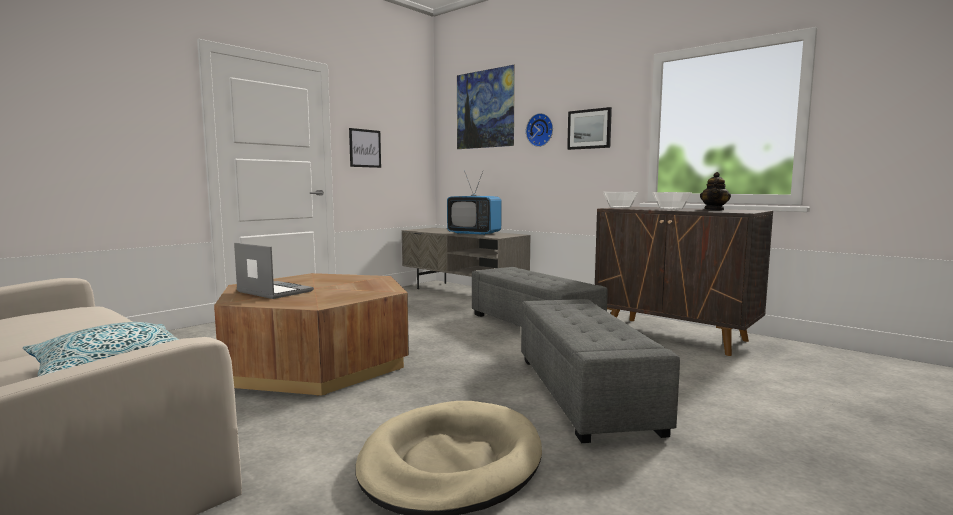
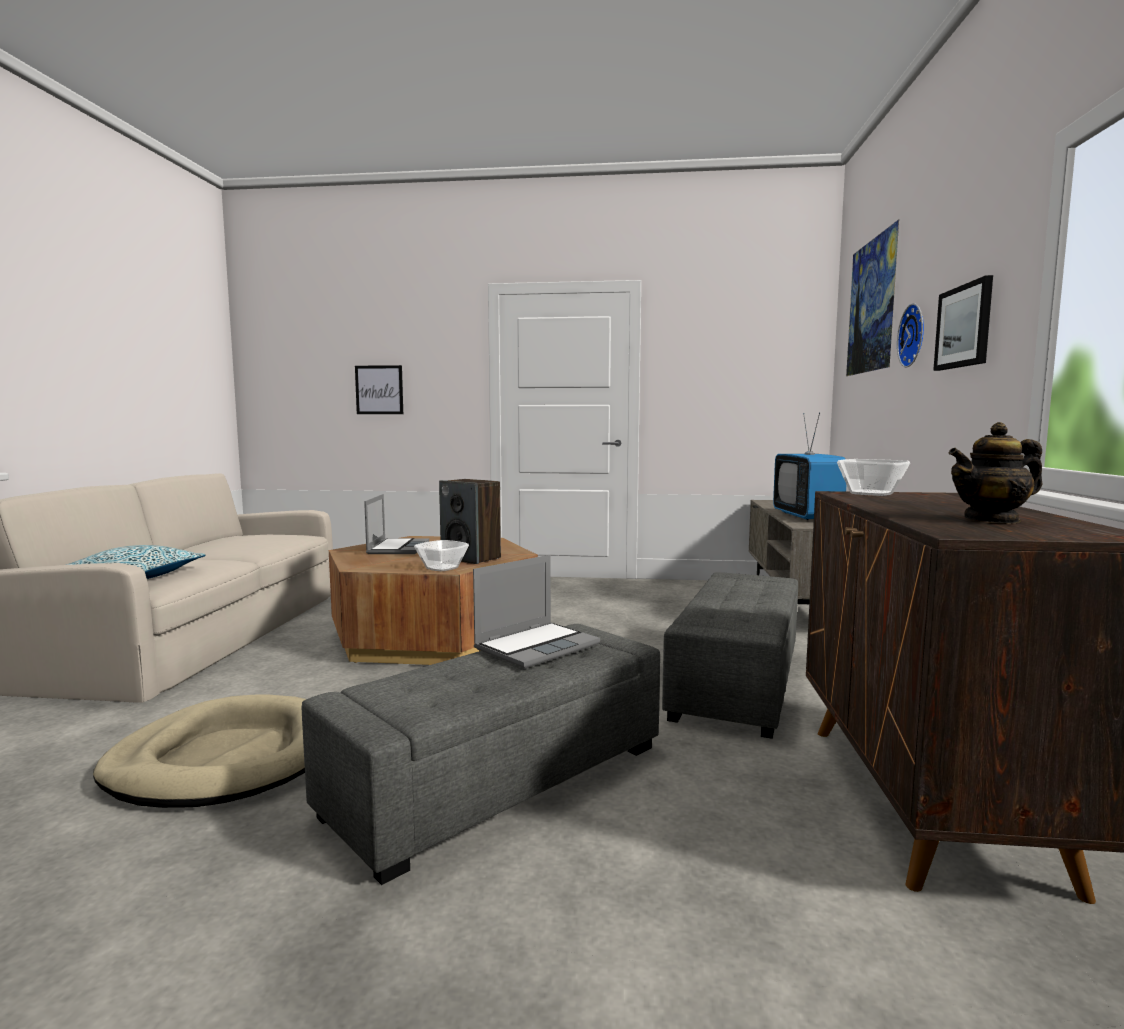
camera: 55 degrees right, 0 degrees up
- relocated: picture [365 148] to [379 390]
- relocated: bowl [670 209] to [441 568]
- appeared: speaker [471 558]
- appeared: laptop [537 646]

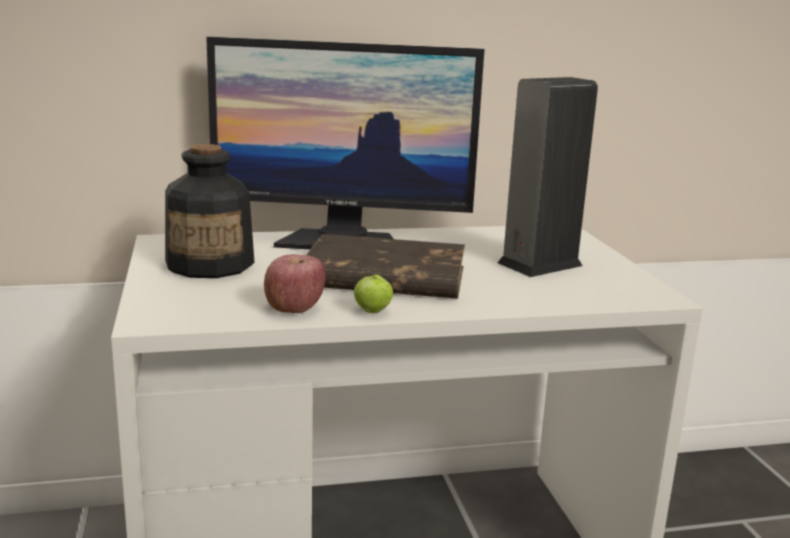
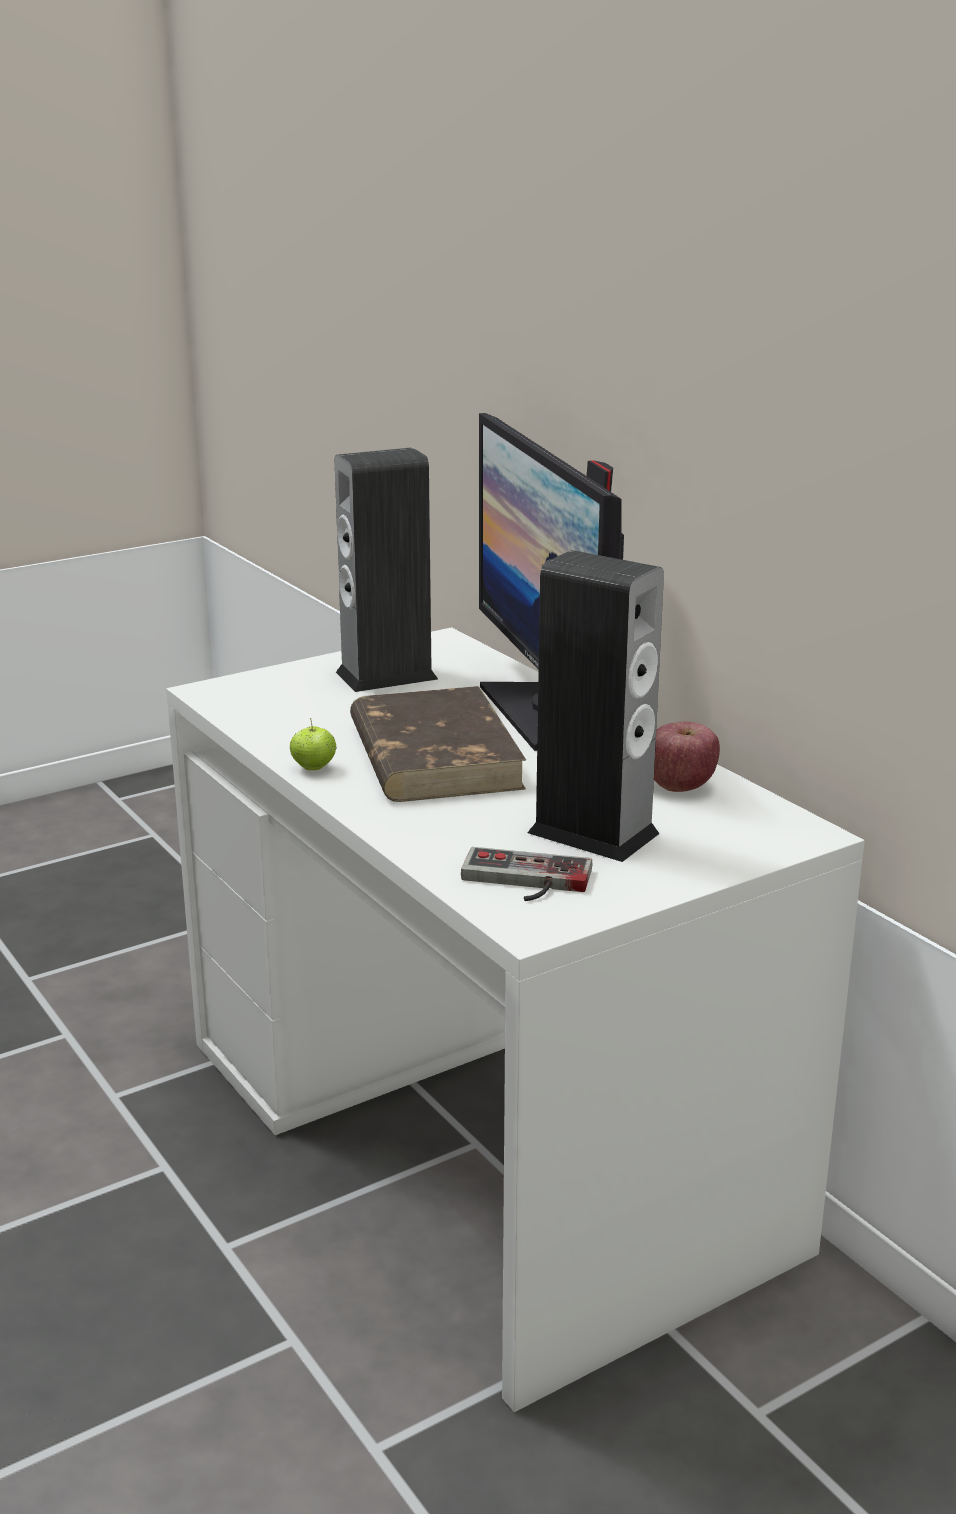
camera: 70 degrees right, 5 degrees up
- exchanged: bottle [211 264] to speaker [386 675]
- relocated: apple [294 308] to [680 786]
- appeared: game controller [524 881]

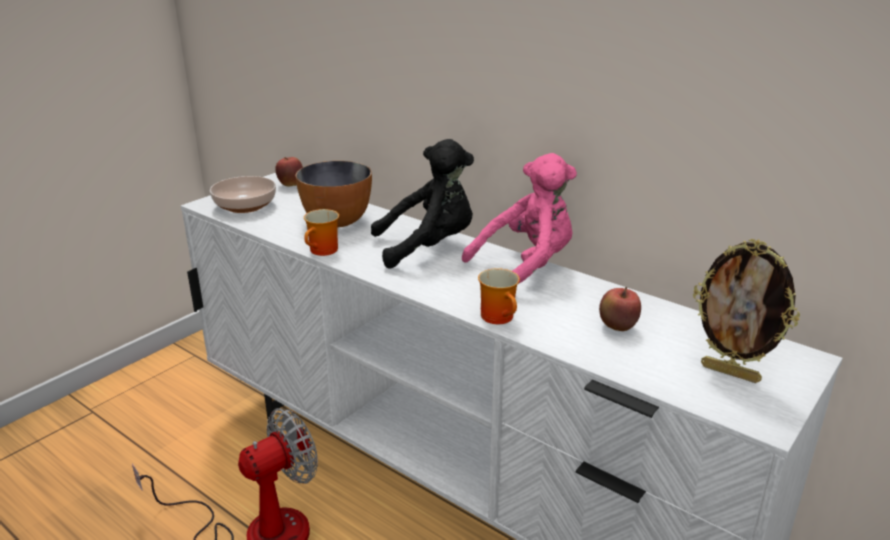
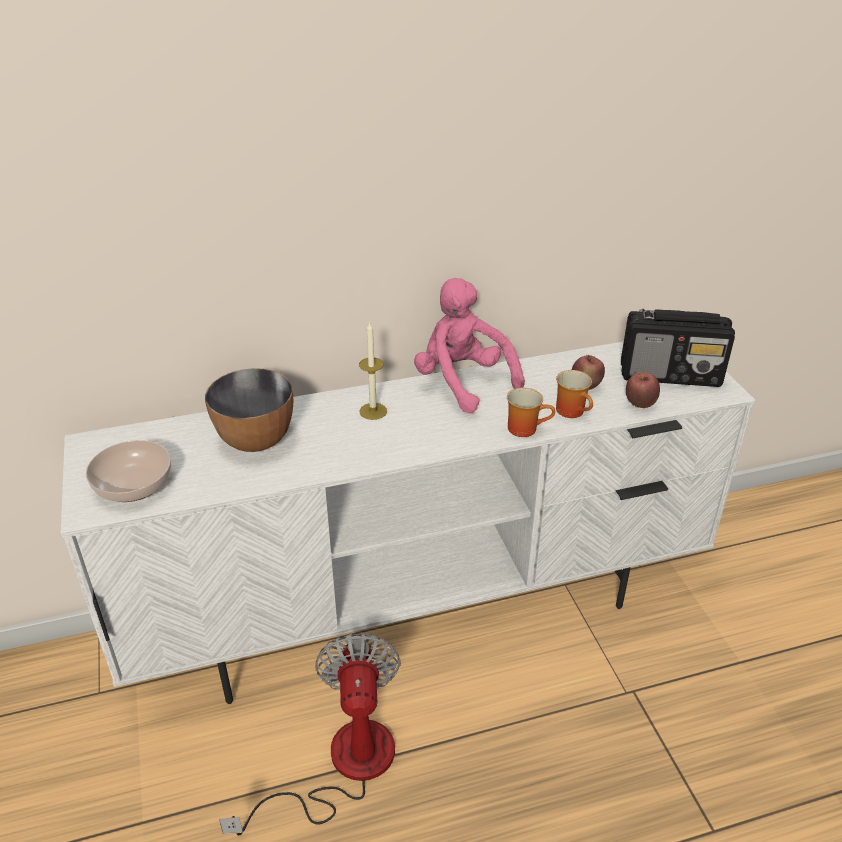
camera: 55 degrees left, 10 degrees up
- exchanged: black plush toy [429 247] to candle [373 411]
- spun: pink plush toy [526 268] = [463 382] 45 degrees counterclockwise
- relocated: apple [291 185] to [640 404]
- relocated: mug [324 251] to [574 411]
- exchanged: picture frame [730 373] to radio [671 375]

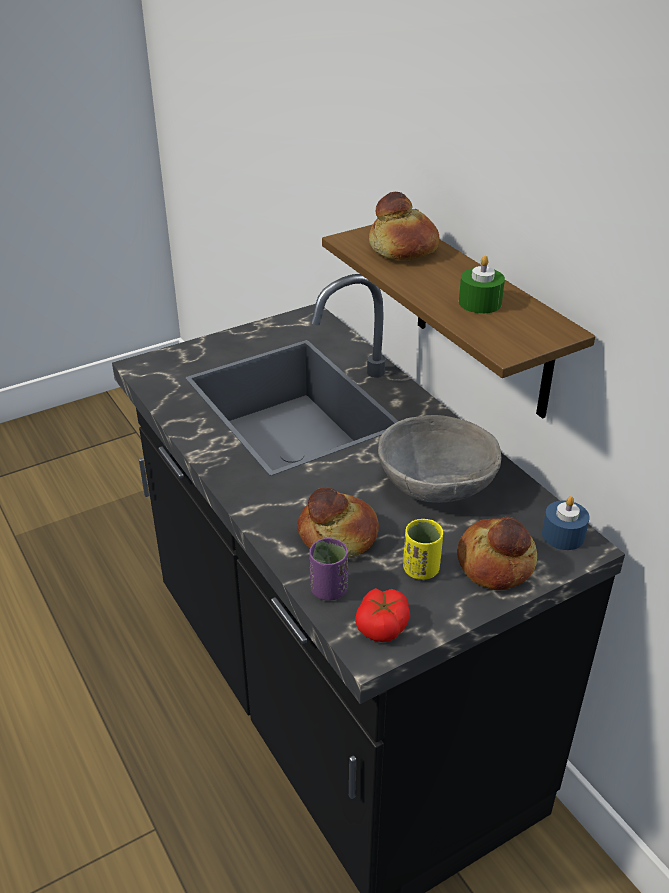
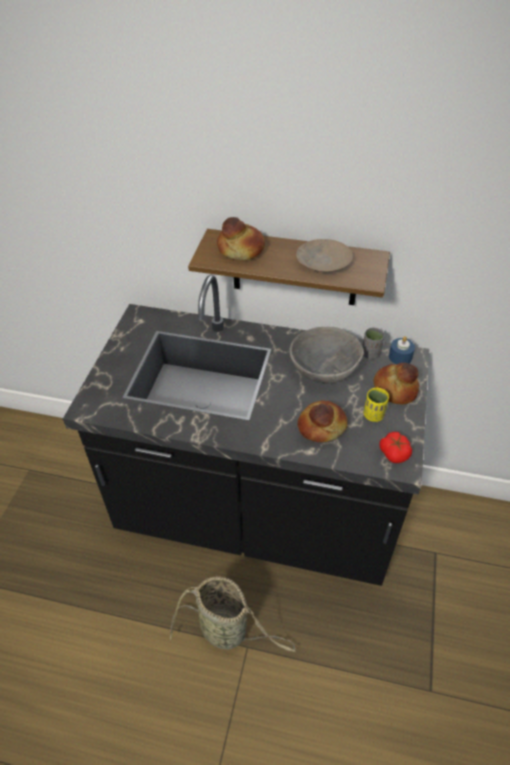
camera: 45 degrees left, 10 degrees up
- exchanged: green candle [480 302] to beige plate [323 261]
- missing: purple cup [328 590]
- appeared: grey cup [370 354]
- appeared: basket [227 630]

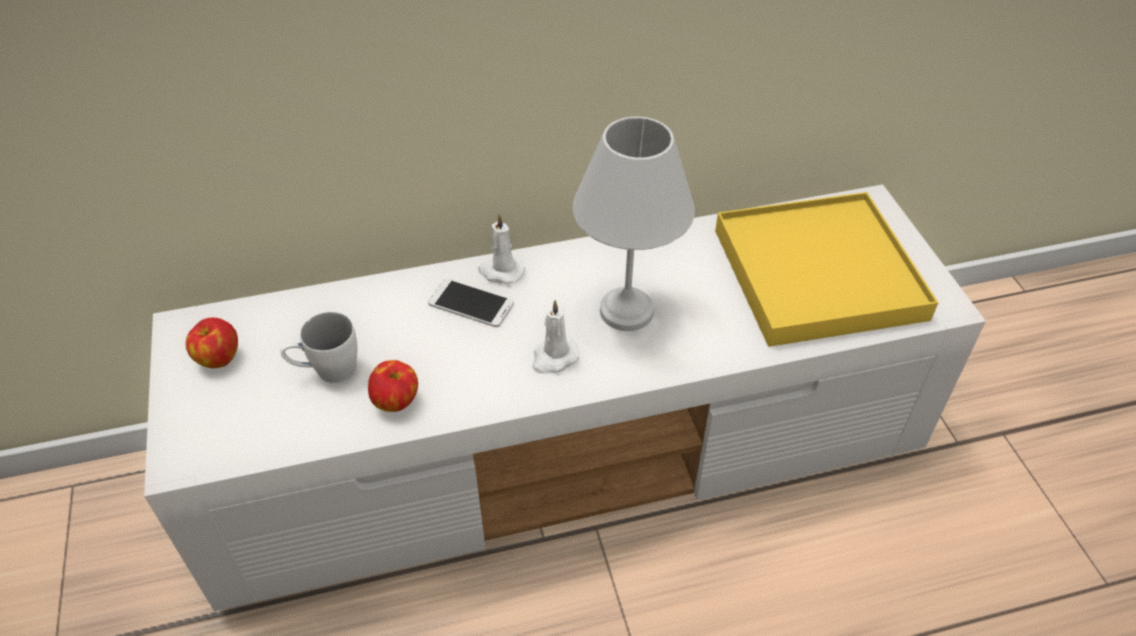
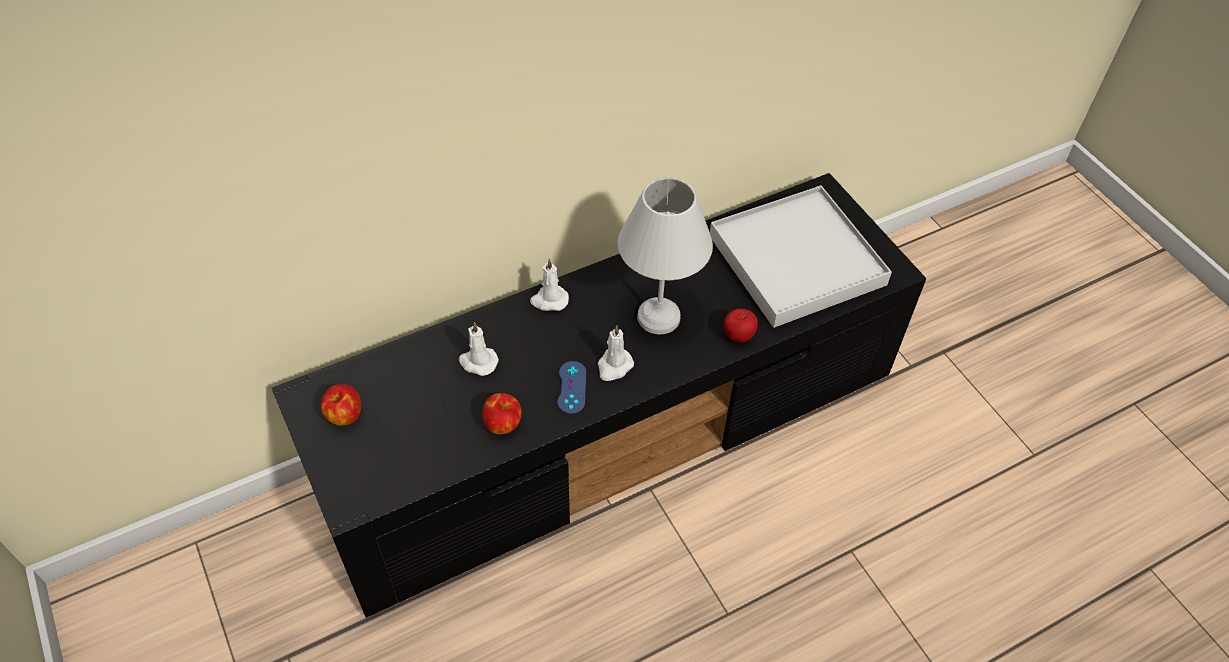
camera: 15 degrees left, 5 degrees up
- colour: white tv stand [571 449] to black tv stand [613 428]
- colour: yellow tray [818 273] to white tray [796 260]
- missing: phone [471 303]
- missing: white mug [326 371]
- appeared: apple [738 336]
- appeared: white candle [478 362]
- appeared: blue game controller [572 387]

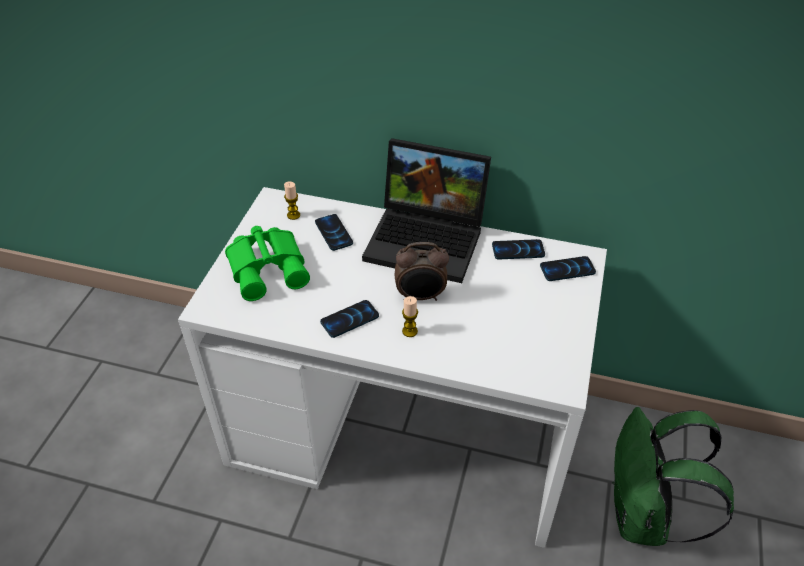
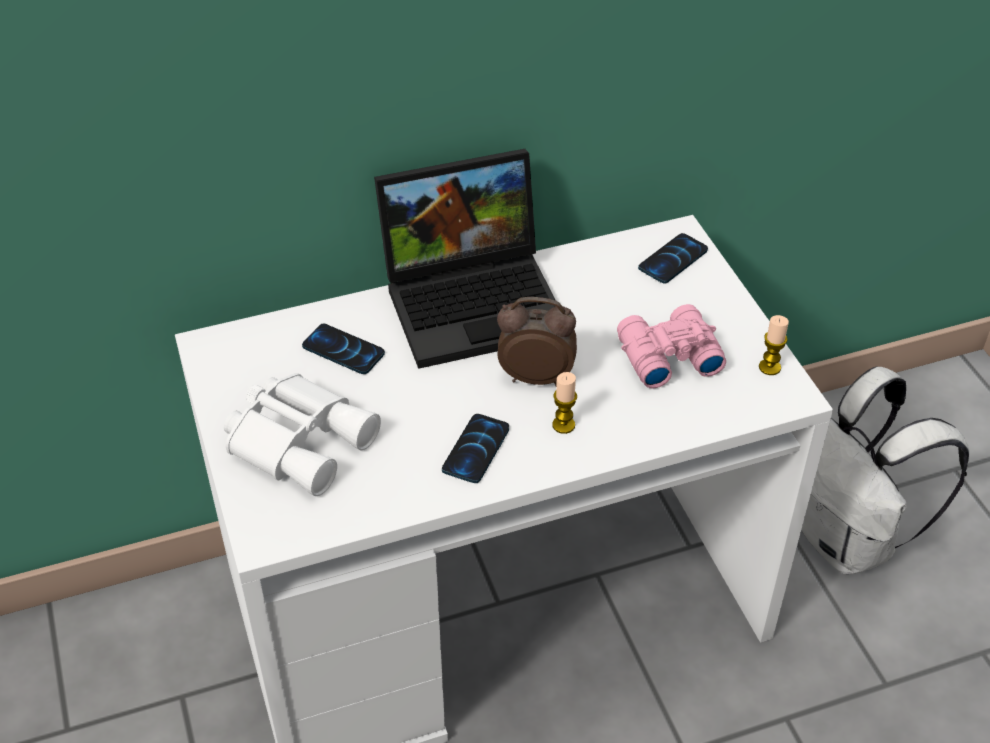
camera: 35 degrees left, 0 degrees up
- relocated: candle [293 215] to [769 367]
- colour: green binoculars [269 267] to white binoculars [300 439]
- missing: phone [518 250]
- spun: alarm clock [420 296] = [536 376] 135 degrees counterclockwise
- colour: green backpack [643 517] to white backpack [846 539]
- appeared: pink binoculars [666 356]

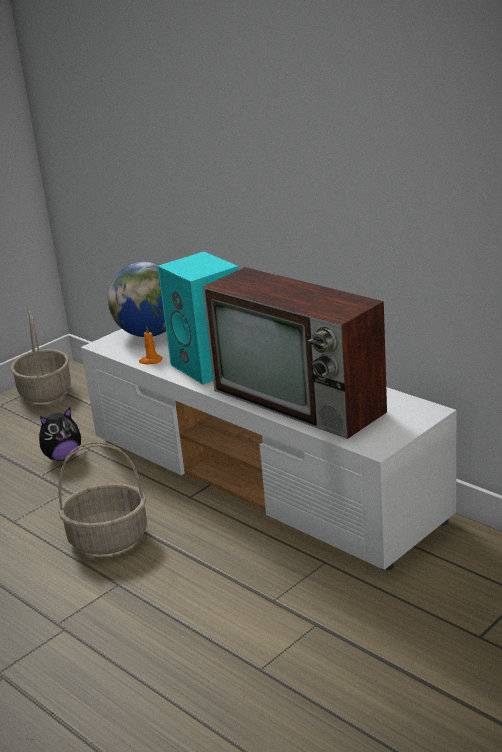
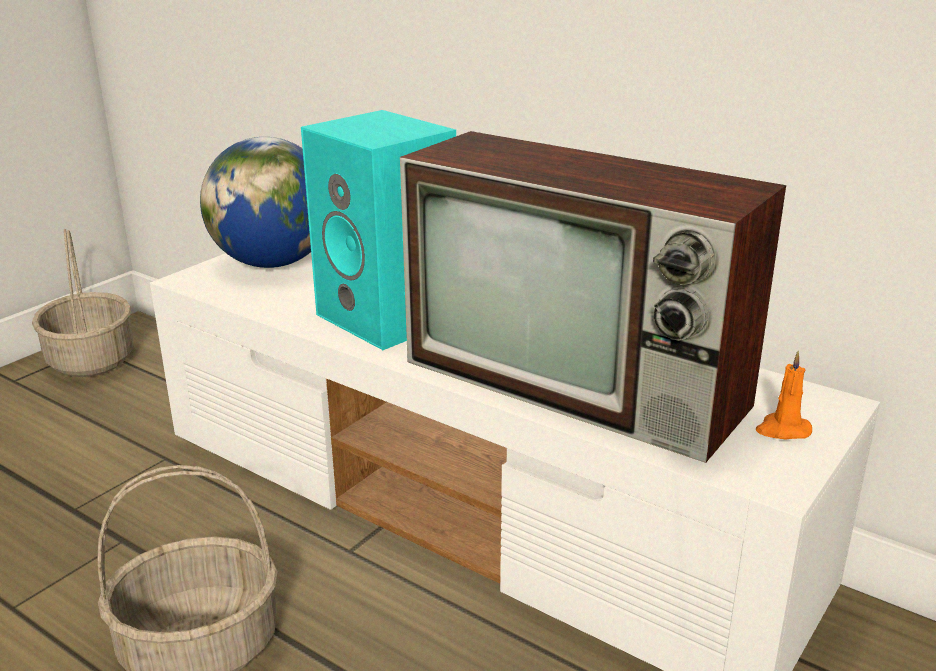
camera: 10 degrees left, 0 degrees up
- relocated: orange candle [150 361] to [782 430]
- missing: plush toy [62 456]

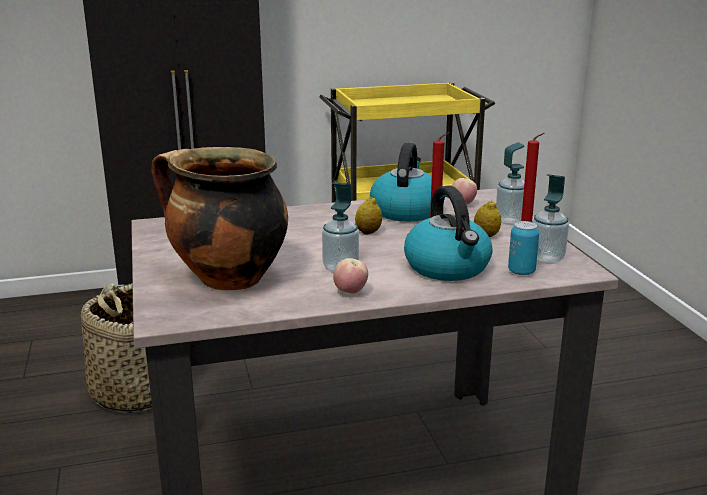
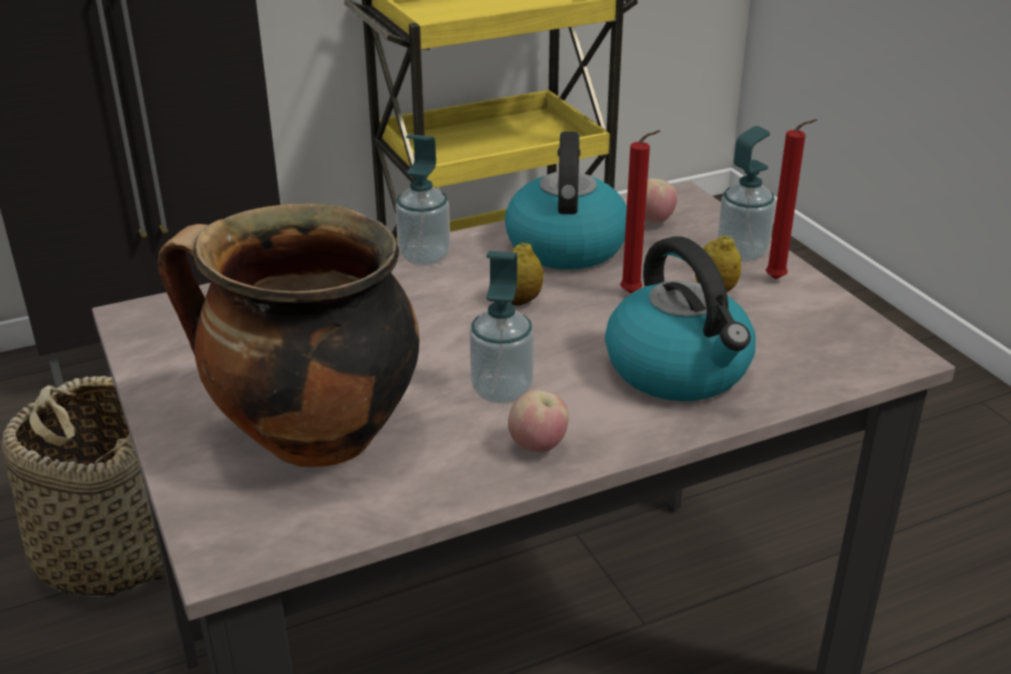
camera: 10 degrees left, 10 degrees up
- relocated: soap dispenser [546 259] to [424 257]
- missing: can [521 271]

